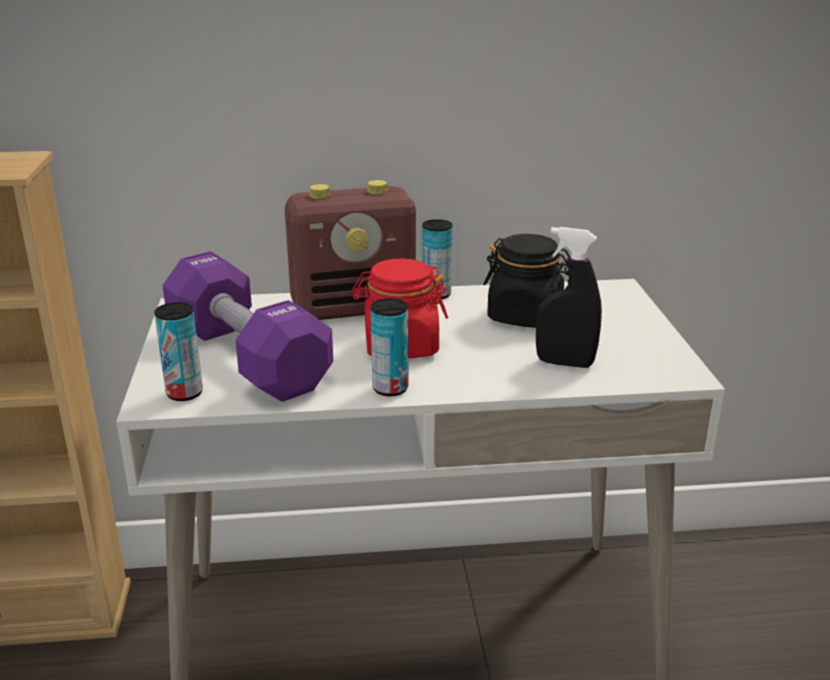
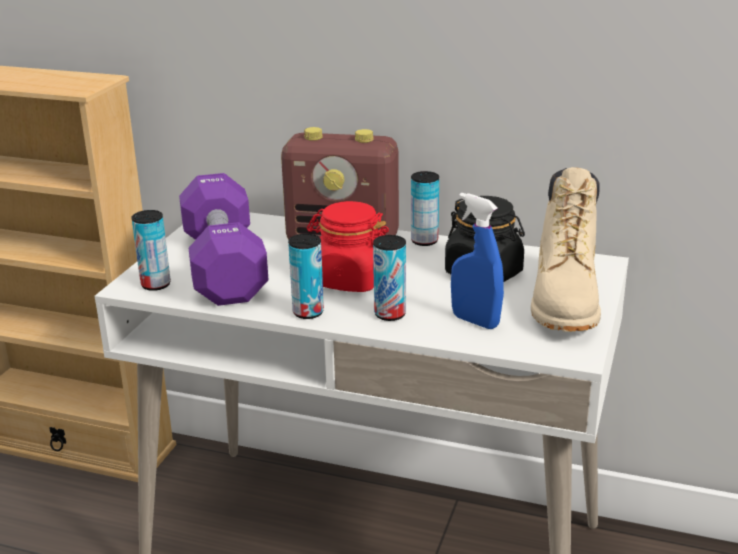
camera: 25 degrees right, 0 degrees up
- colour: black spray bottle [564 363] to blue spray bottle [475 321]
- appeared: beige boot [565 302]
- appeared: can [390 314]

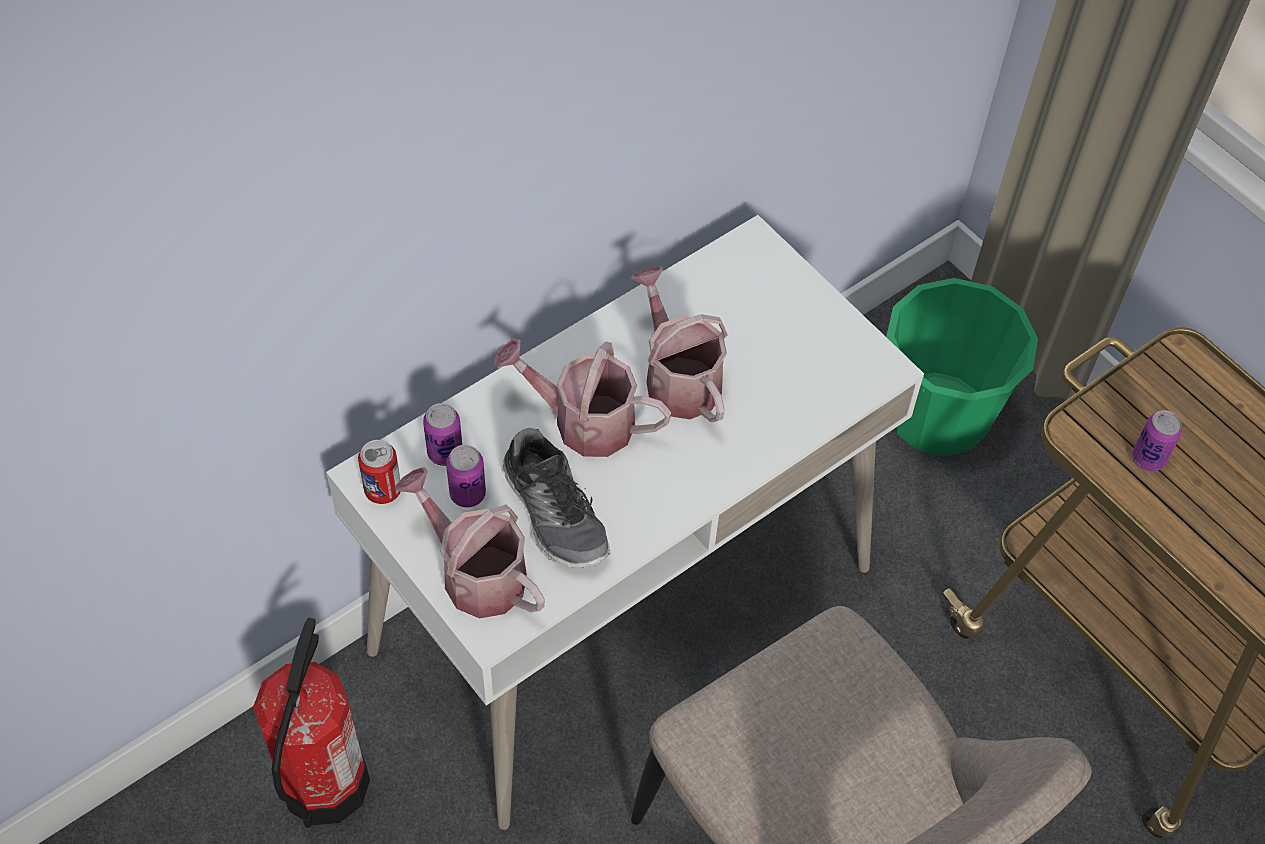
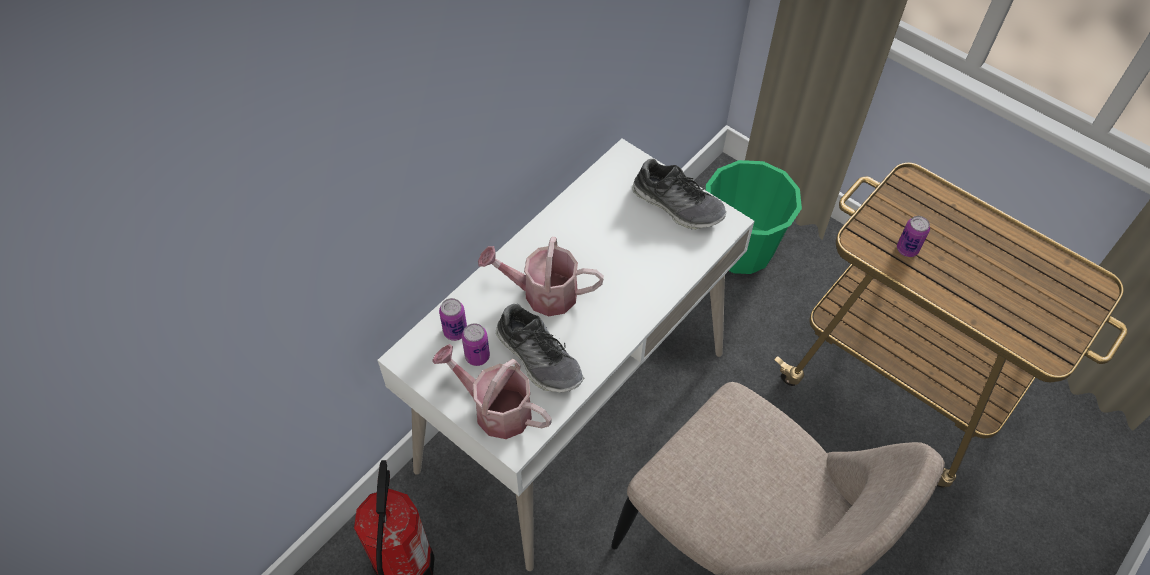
camera: 10 degrees left, 0 degrees up
- missing: watering can [677 378]
- missing: can [383 490]
- appeared: shoe [677 205]

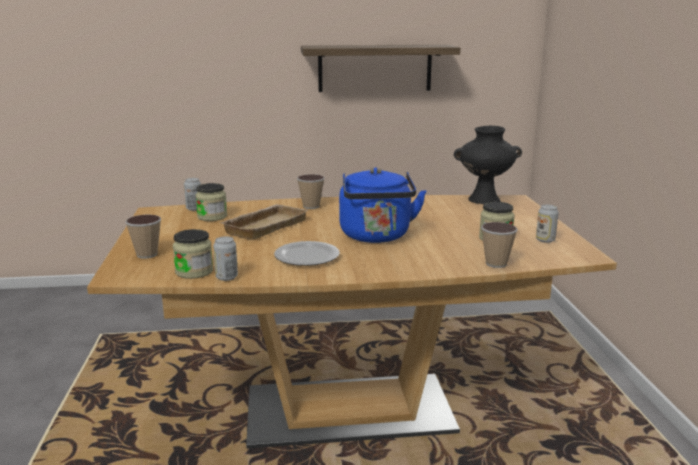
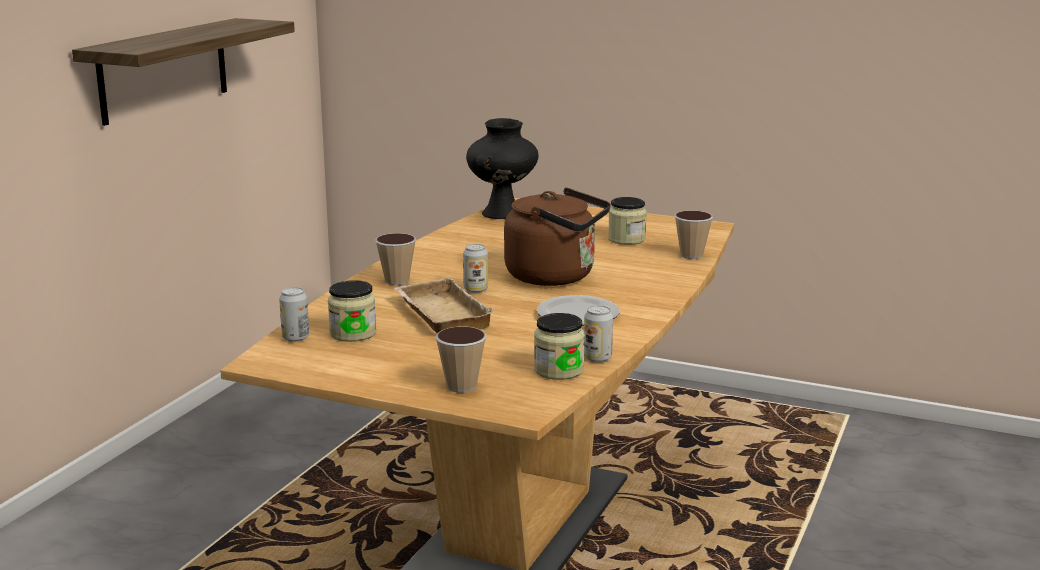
camera: 60 degrees left, 0 degrees up
- colour: blue kettle [376 237] to brown kettle [556 277]
- relocated: can [545 240] to [475 289]

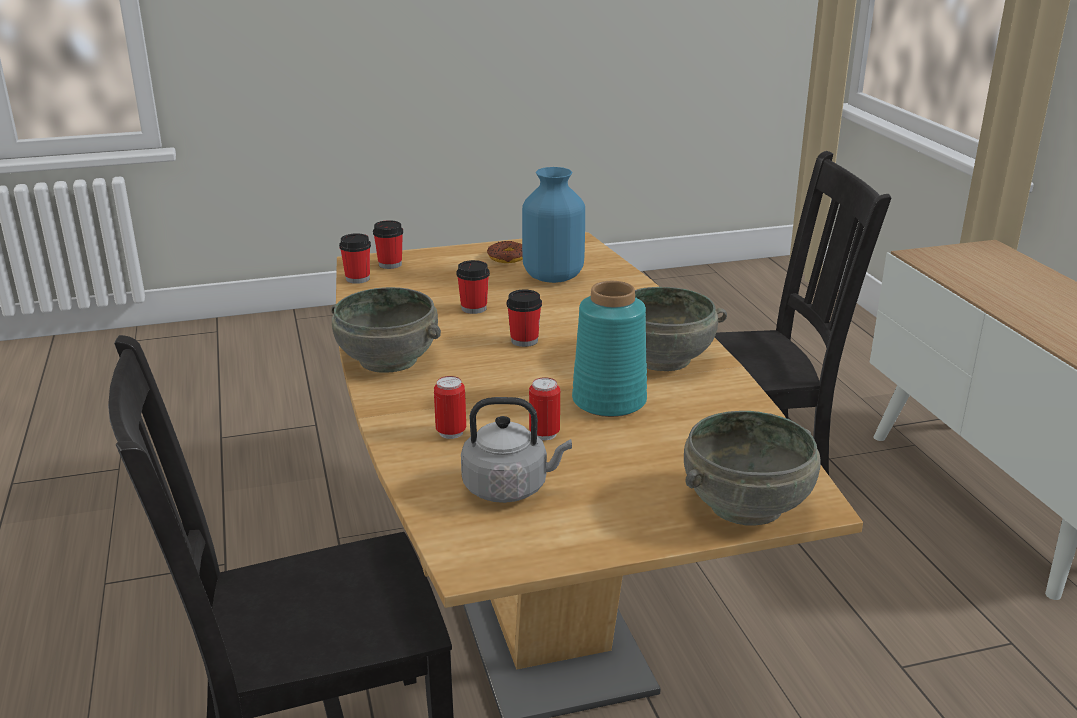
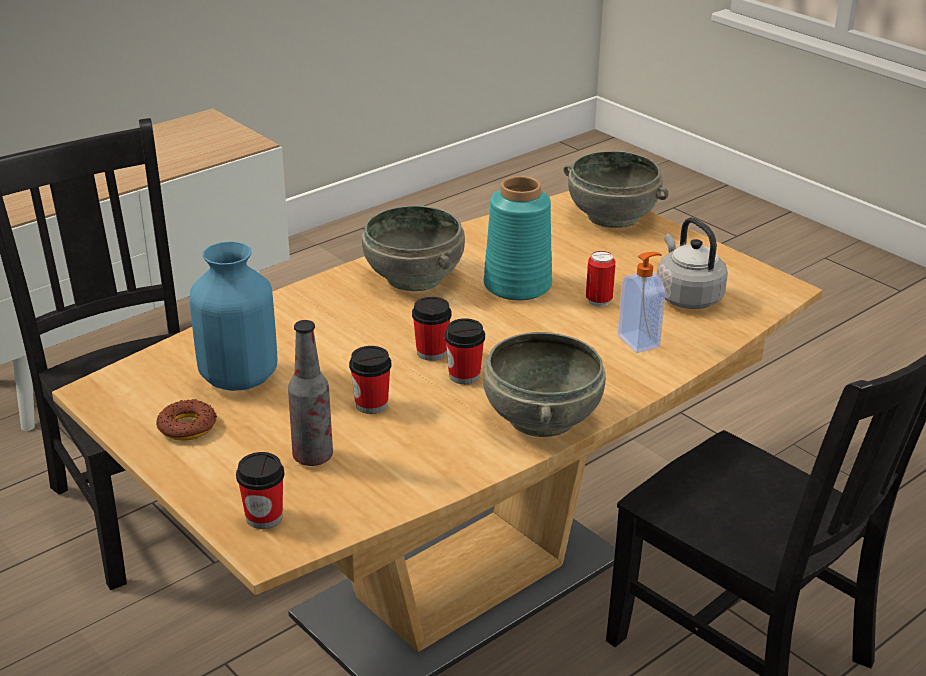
camera: 115 degrees left, 5 degrees up
- relocated: cup [357 279] to [464 375]
- exchanged: can [451 432] to soap dispenser [639 341]
- appeared: bottle [313 456]

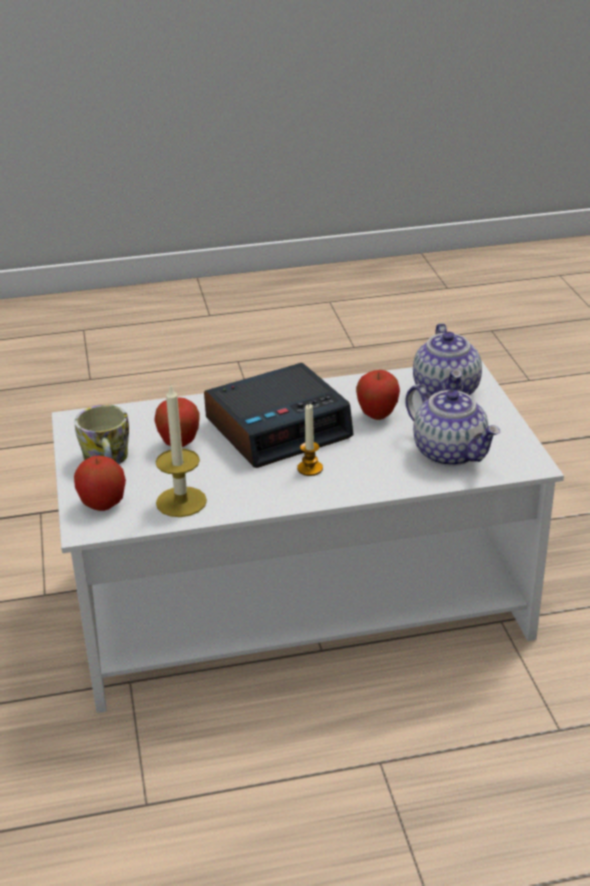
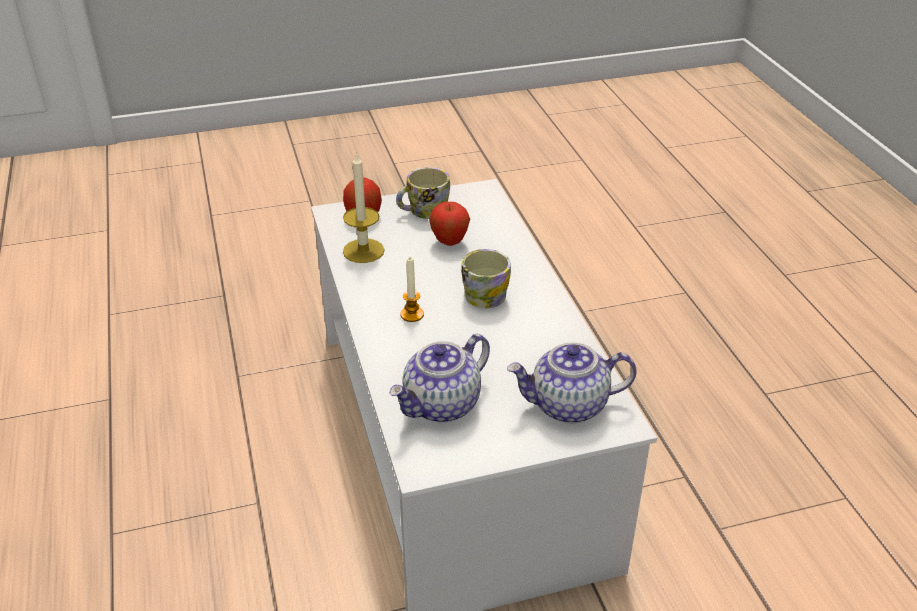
camera: 85 degrees right, 5 degrees up
- exchanged: alarm clock [279 427] to mug [481 293]
- missing: apple [377 416]

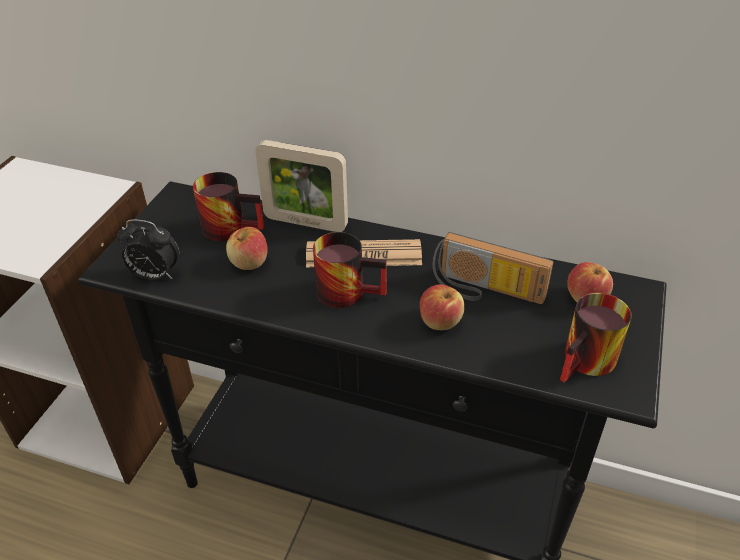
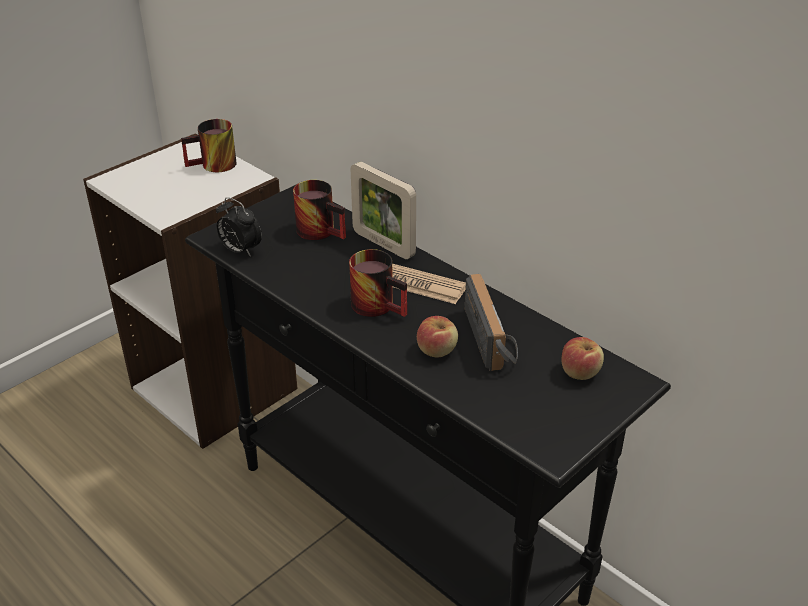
camera: 25 degrees right, 5 degrees down
- missing: apple [249 262]
- spun: radio [485 291] = [493 340] 150 degrees counterclockwise
- relocated: mug [589 364] to [213 166]

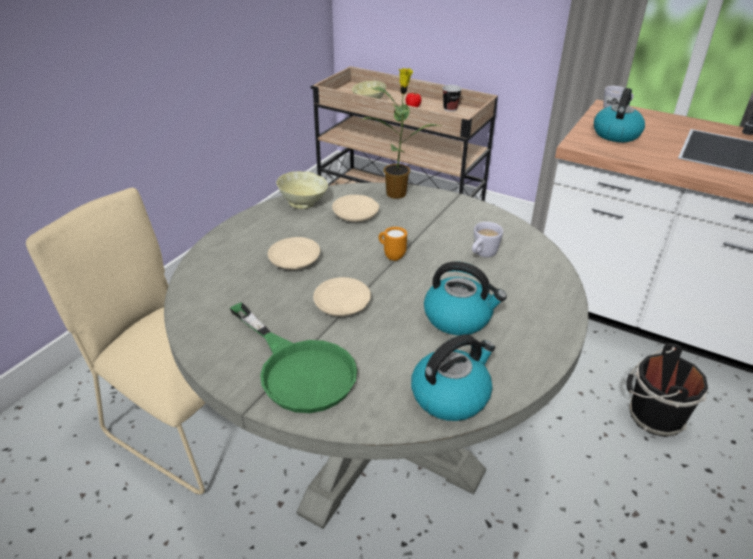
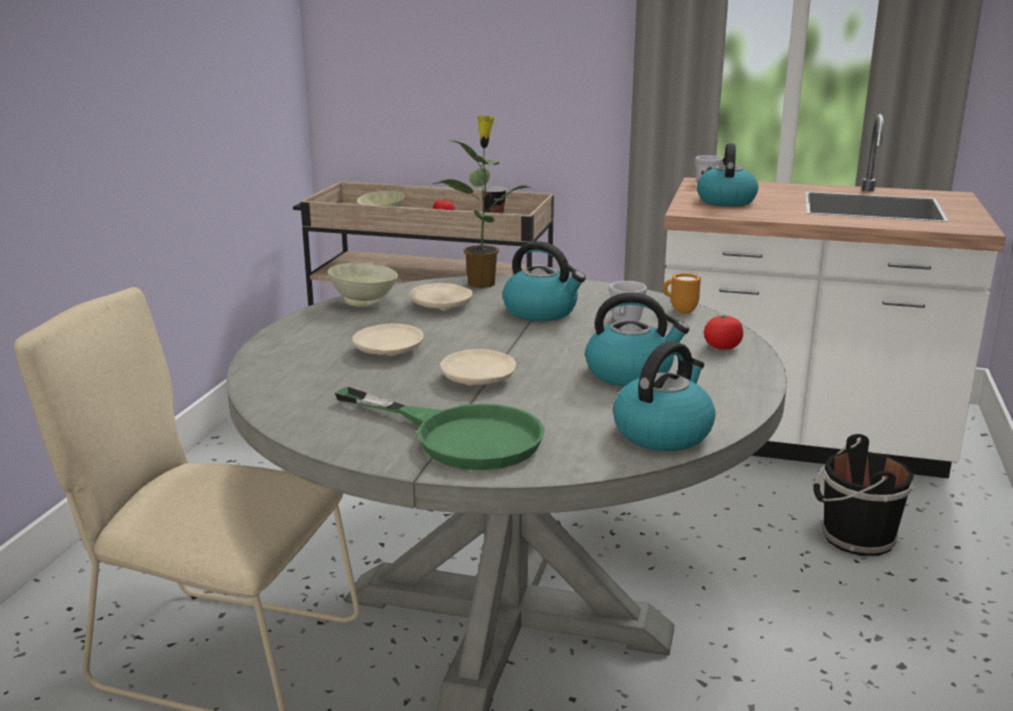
camera: 15 degrees left, 15 degrees down
- relocated: orange mug [391 256] to [679 311]
- appeared: kettle [541 311]
- appeared: tomato [722 347]

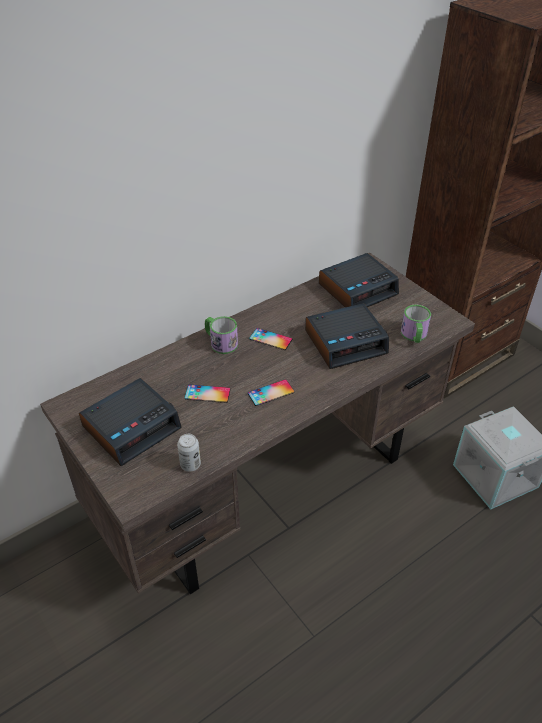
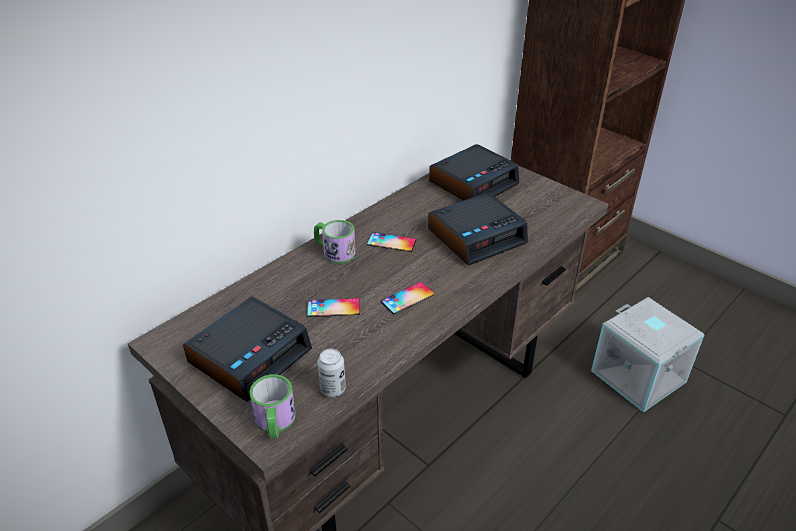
camera: 10 degrees left, 5 degrees down
- relocated: mug [414 336] to [275 423]

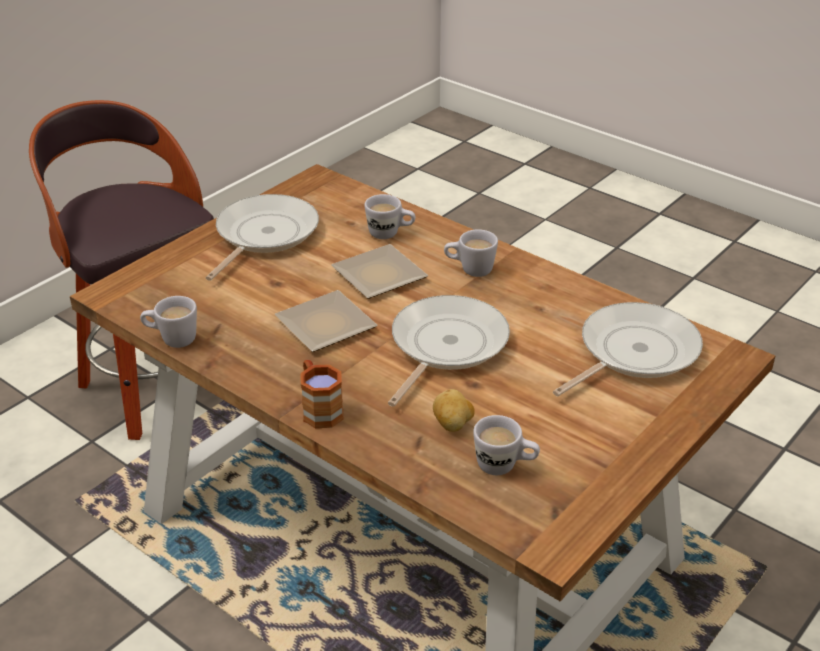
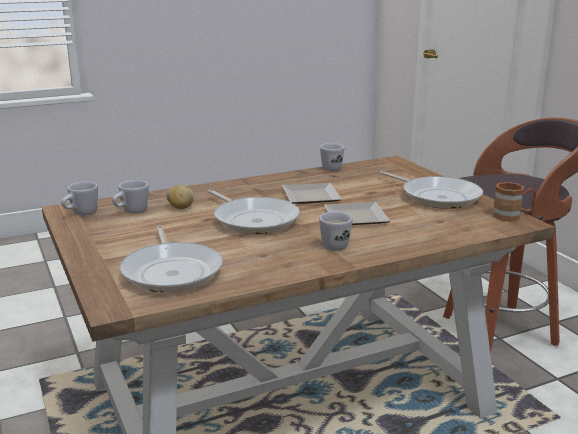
camera: 115 degrees right, 15 degrees down
- relocated: white mug [390 234] to [81 214]
- relocated: brown mug [319 409] to [512 216]

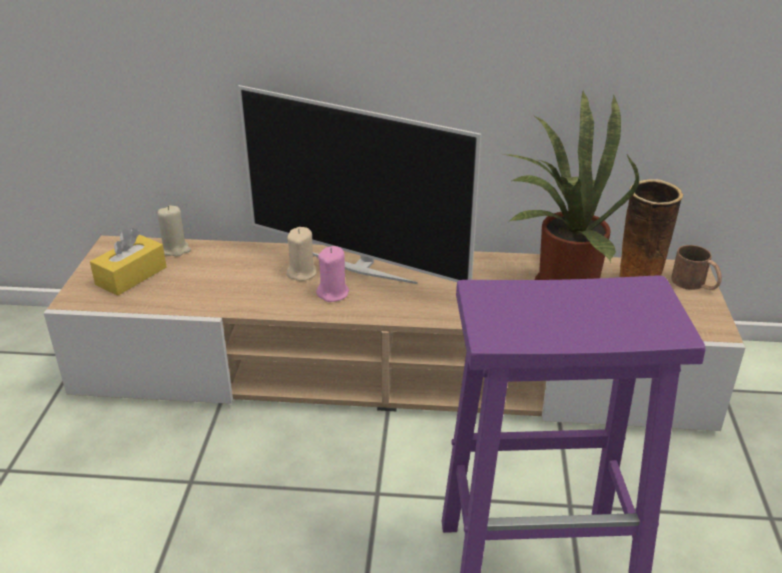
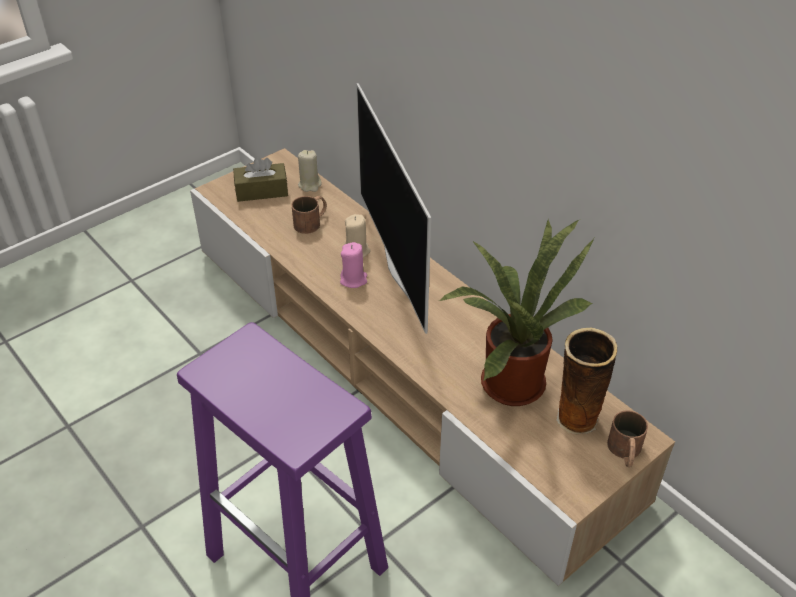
camera: 45 degrees right, 10 degrees up
- colour: yellow tissue box [131 276] to brown tissue box [261 191]
- appeared: brown mug [311 222]

